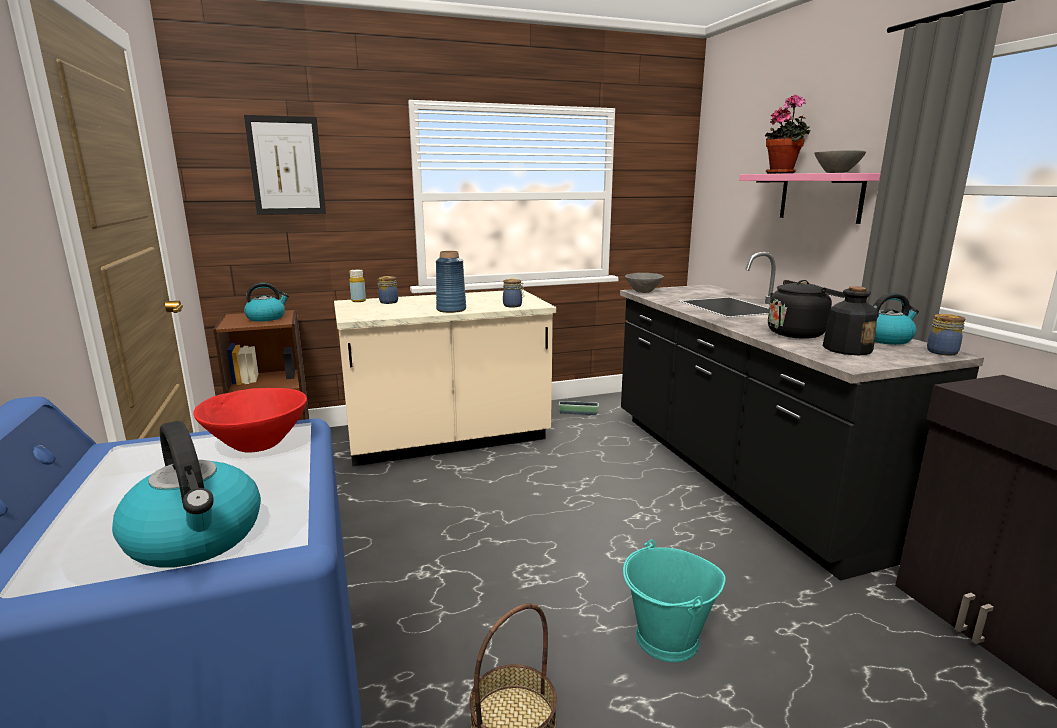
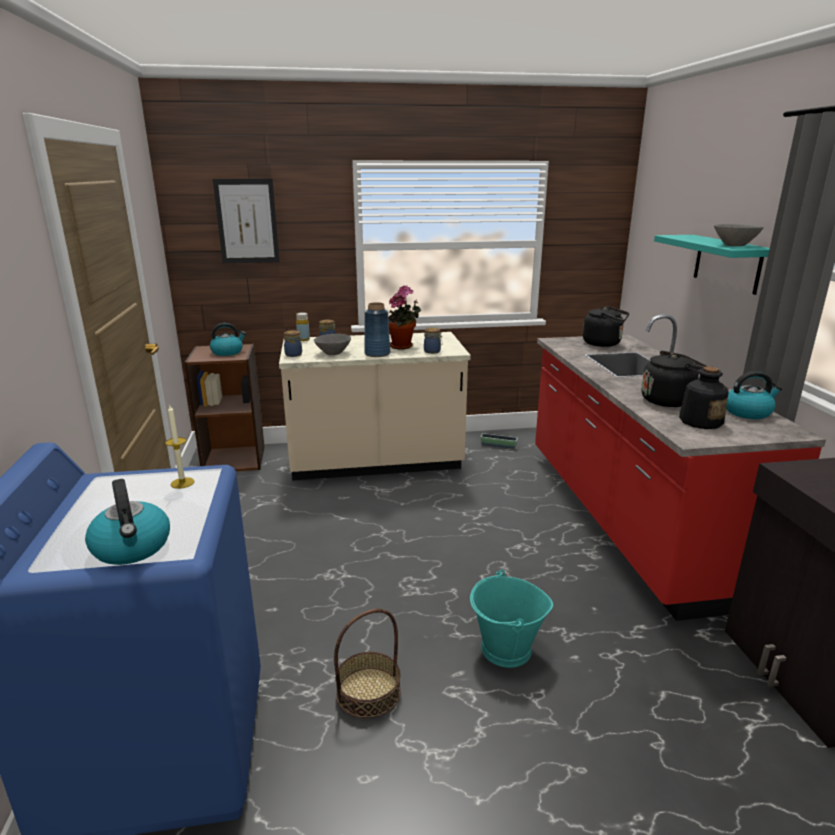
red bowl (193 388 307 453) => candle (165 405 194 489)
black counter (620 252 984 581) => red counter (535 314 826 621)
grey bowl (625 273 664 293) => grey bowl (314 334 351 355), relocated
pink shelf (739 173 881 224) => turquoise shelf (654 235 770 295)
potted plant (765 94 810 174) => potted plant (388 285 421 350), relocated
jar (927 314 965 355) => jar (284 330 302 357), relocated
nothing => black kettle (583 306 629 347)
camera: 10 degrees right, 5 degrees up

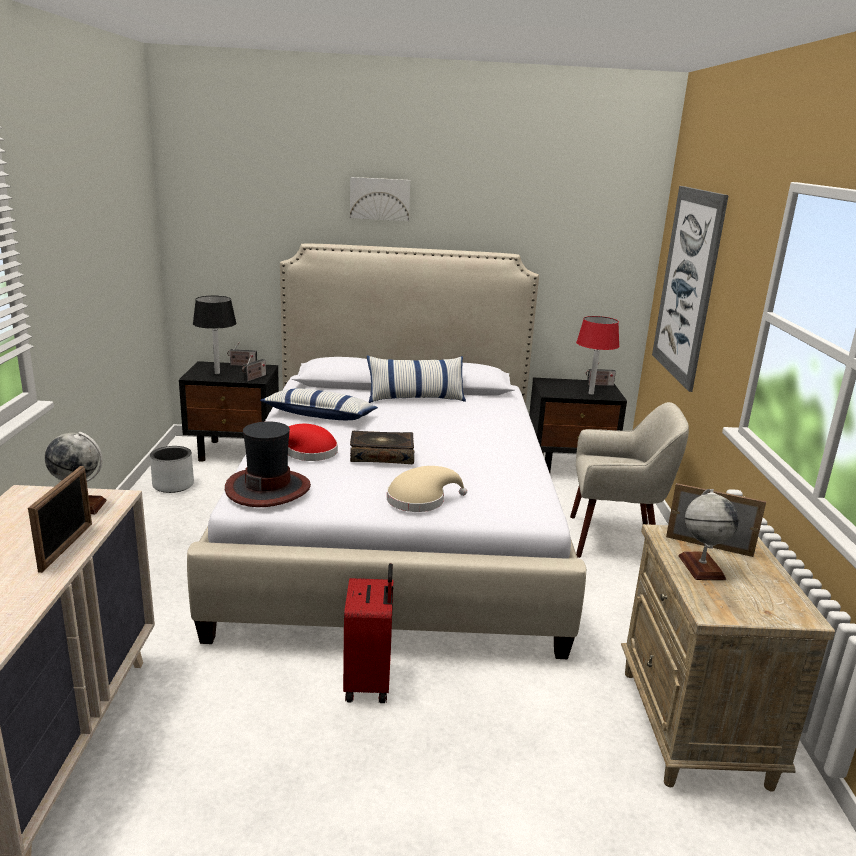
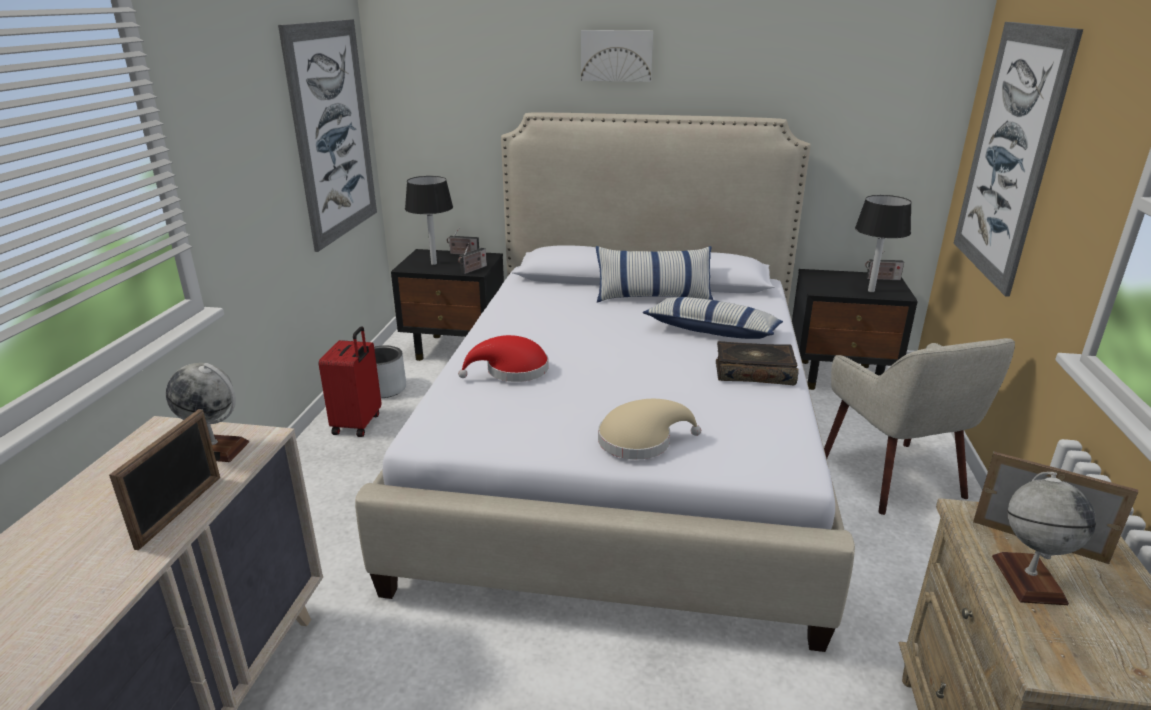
hat (225 421 311 507) => nothing
pillow (260 388 378 420) => pillow (643 297 783 339), relocated
red suitcase (343 563 393 703) => red suitcase (319 326 381 437), relocated
book (350 431 414 464) => book (716 341 798 385), relocated
beige armchair (570 402 689 558) => beige armchair (824 338 1015 515), 60 degrees clockwise
red table lamp (576 316 619 395) => black table lamp (855 195 912 292)
nothing => picture (278 19 377 252)
camera: 10 degrees right, 5 degrees up

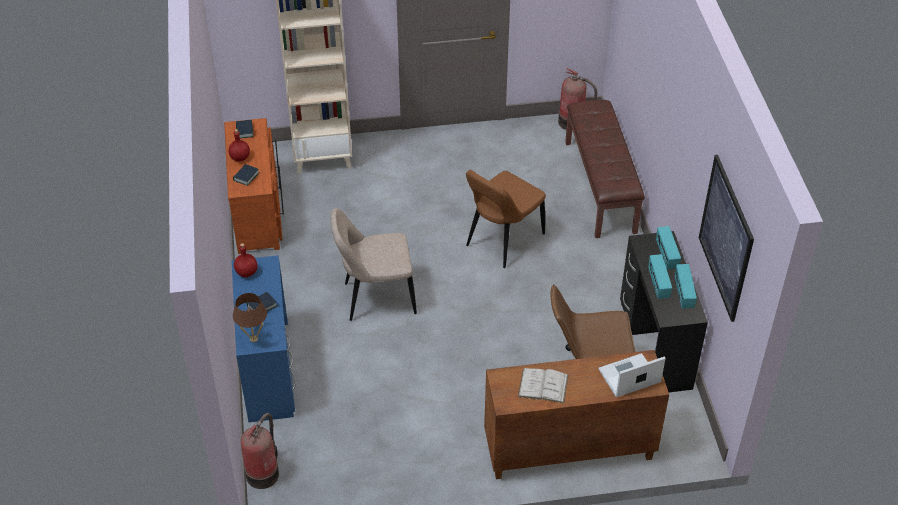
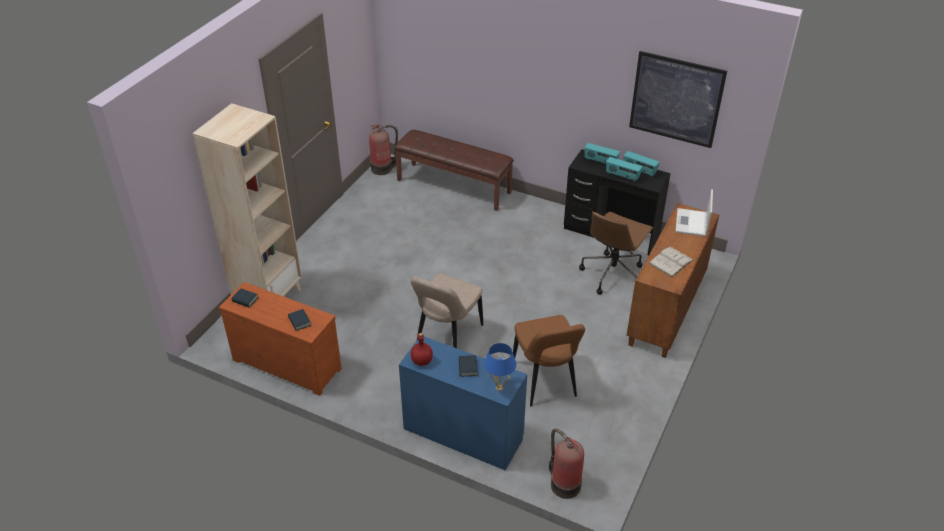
red bottle (229 129 250 161) => nothing
brown table lamp (233 293 267 342) => blue table lamp (484 343 516 391)
brown chair (466 170 546 268) => brown chair (513 315 585 406), relocated
camera: 55 degrees left, 5 degrees down

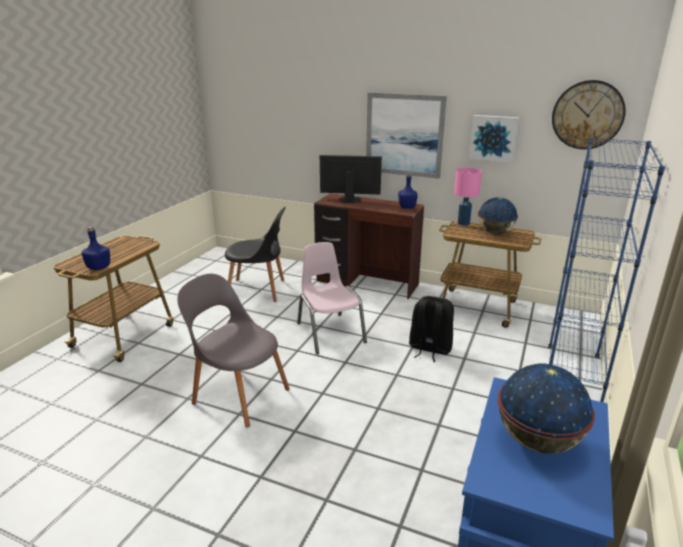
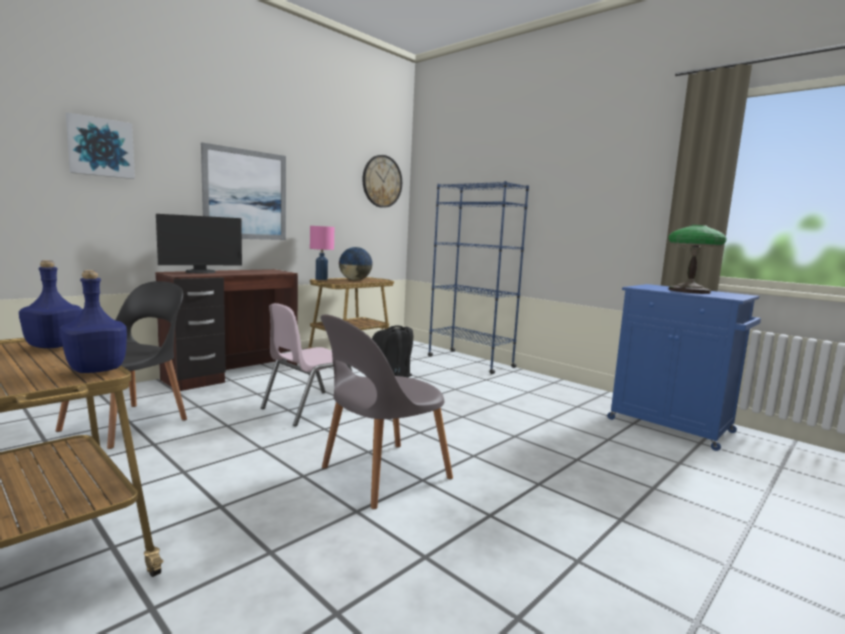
pink chair (297 242 367 354) => pink chair (261 303 352 426), 45 degrees counterclockwise
monitor (320 155 382 203) => monitor (156 214 242 274), 150 degrees counterclockwise
blue bottle (398 173 418 209) => blue bottle (19 260 83 348), relocated
picture (469 115 519 163) => picture (66 112 135 179), relocated
globe (498 364 595 454) => table lamp (668 225 727 294)
camera: 70 degrees left, 15 degrees down

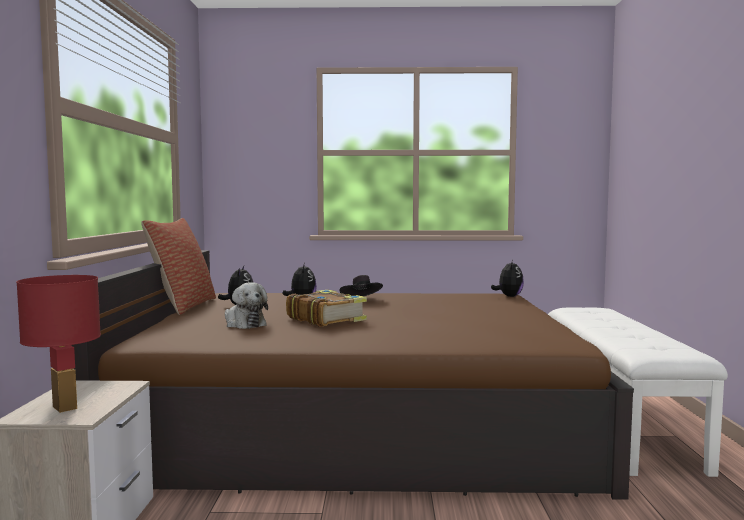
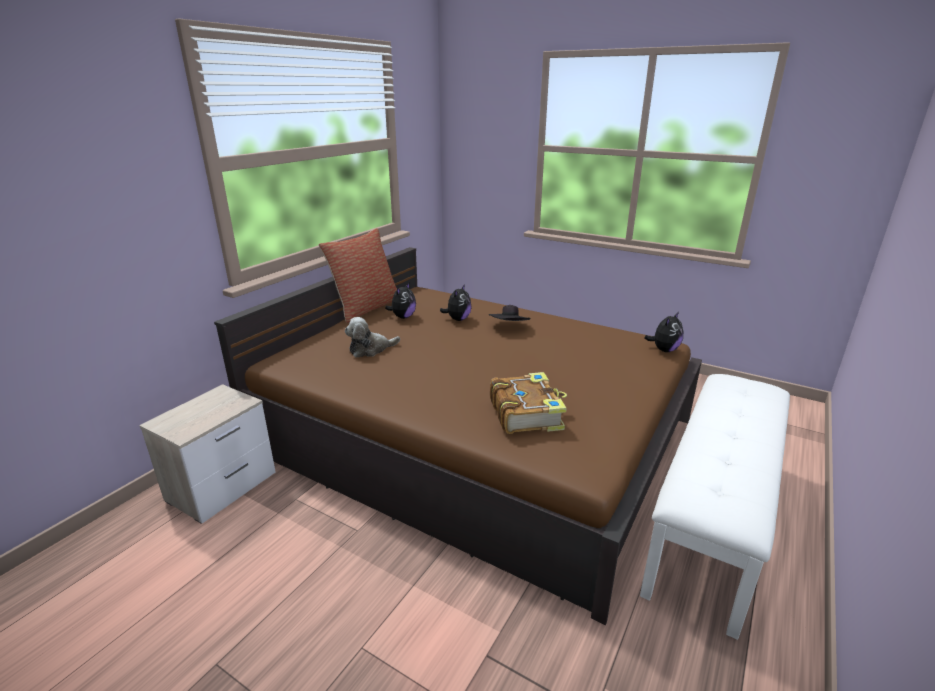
red table lamp (16 275 101 413) => nothing
plush toy (225 282 268 329) => plush toy (345 317 400 358), 75 degrees clockwise
book (286 290 367 327) => book (490 372 567 434), relocated
camera: 30 degrees right, 20 degrees up

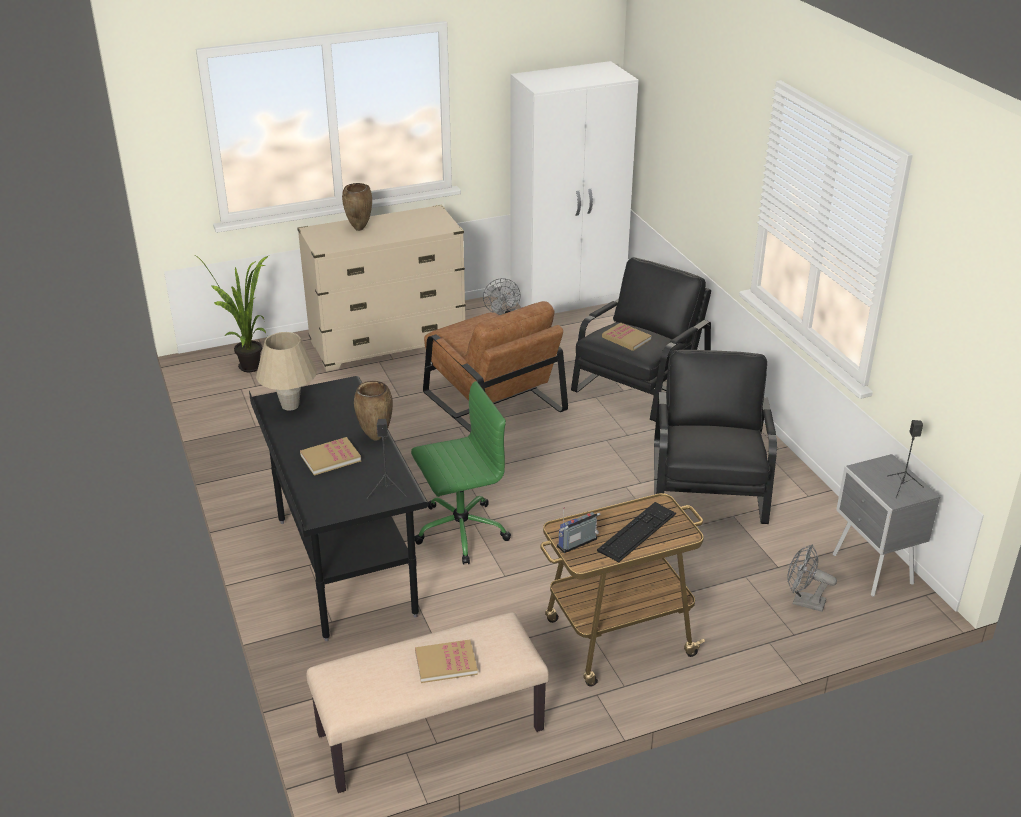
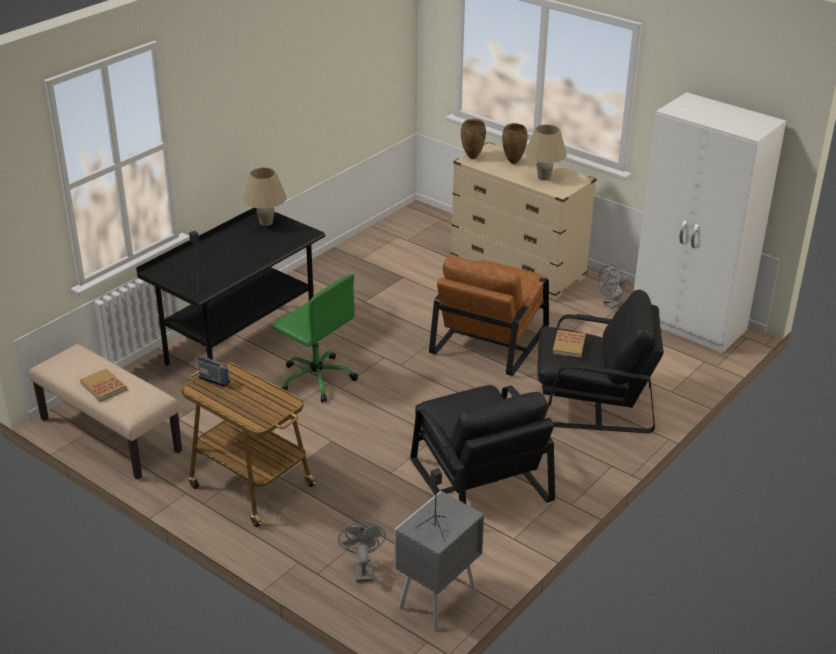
potted plant (194 255 268 372) => nothing
book (300 437 361 475) => nothing
brown vase (354 381 393 441) => brown vase (461 119 486 159), relocated
keyboard (597 502 676 562) => nothing
black armchair (654 350 777 524) => black armchair (410 385 555 504), 90 degrees clockwise
nothing => beige table lamp (525 124 567 181)
camera: 60 degrees right, 0 degrees up

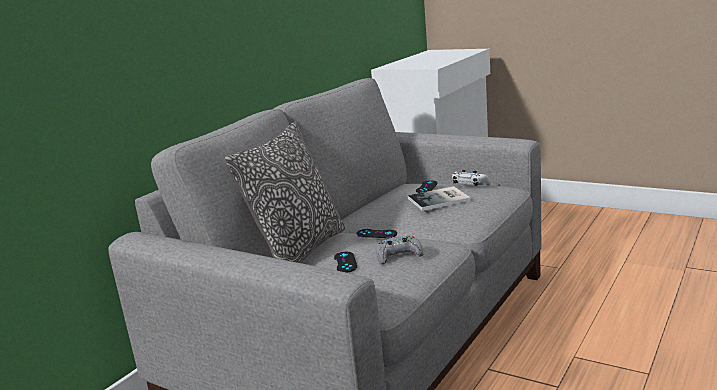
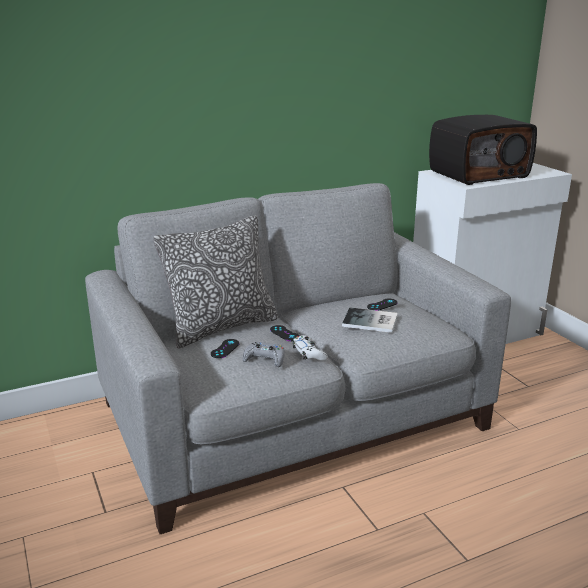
white game controller (452 170 490 186) => white game controller (293 335 328 361), relocated
nothing => radio (429 115 537 185)
camera: 30 degrees right, 5 degrees up

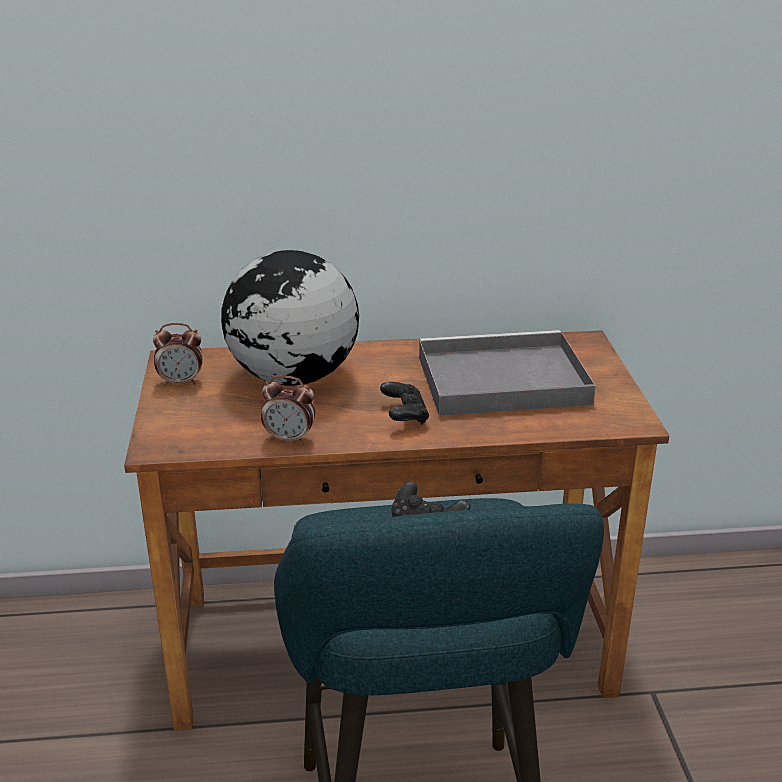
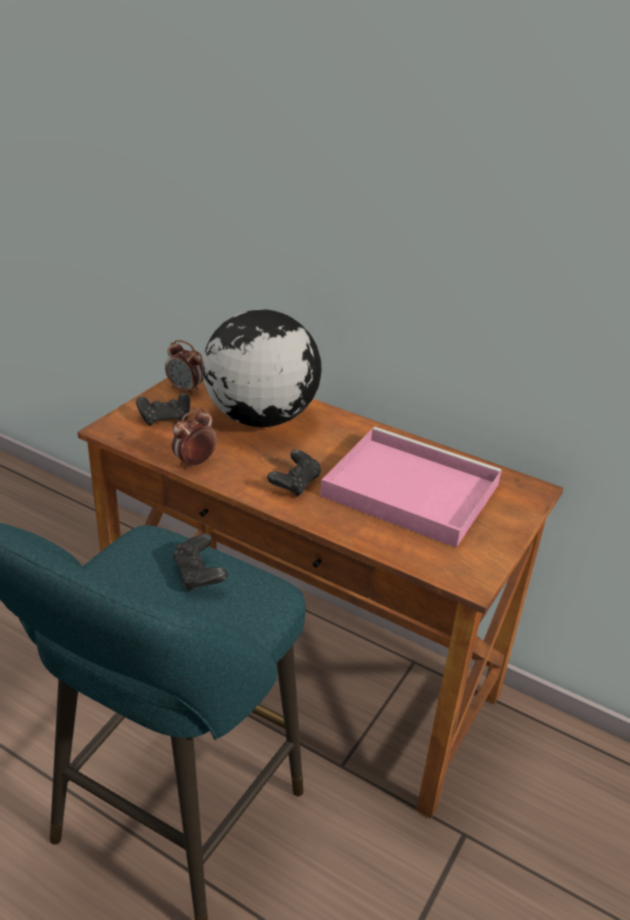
alarm clock (261 375 315 444) => alarm clock (172 408 217 469), 90 degrees clockwise
grey tray (419 330 596 416) => pink tray (320 427 502 548)
nothing => black game controller (136 393 190 426)
camera: 35 degrees right, 5 degrees up

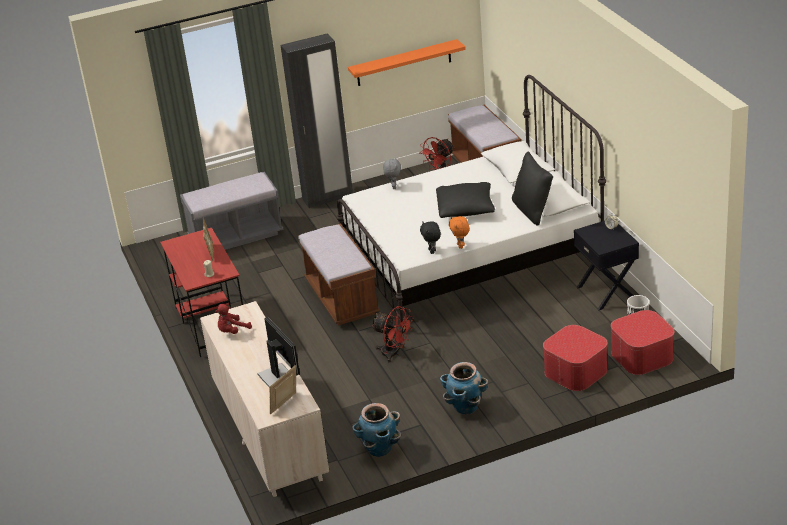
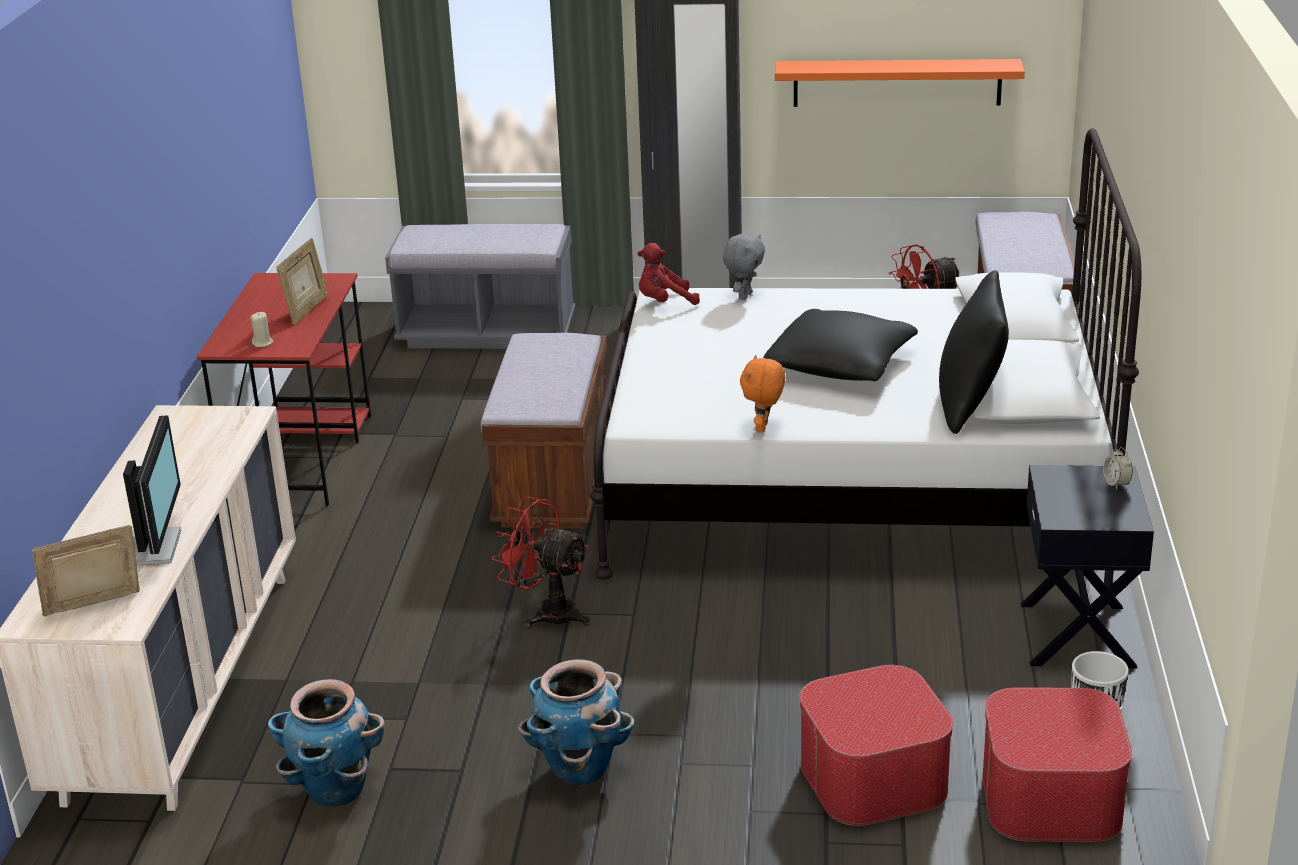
red plush toy (215 304 252 334) => red plush toy (637 243 700 305), relocated
red fan (371 306 414 363) => red fan (492 496 590 628), 150 degrees clockwise
black plush toy (420 222 441 254) => nothing
camera: 25 degrees right, 5 degrees down

